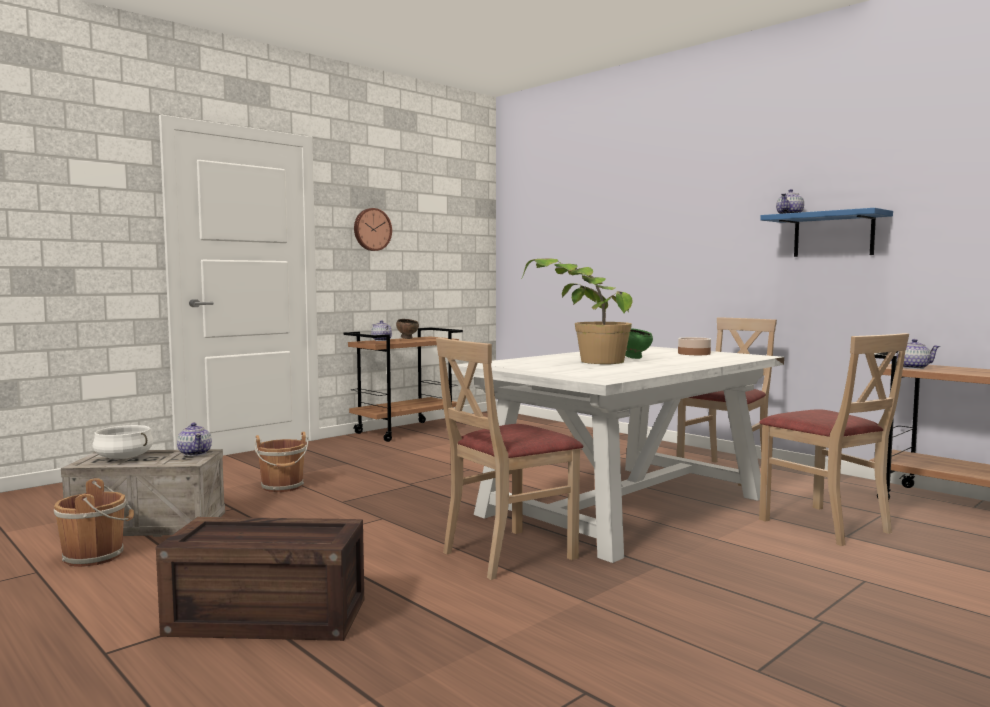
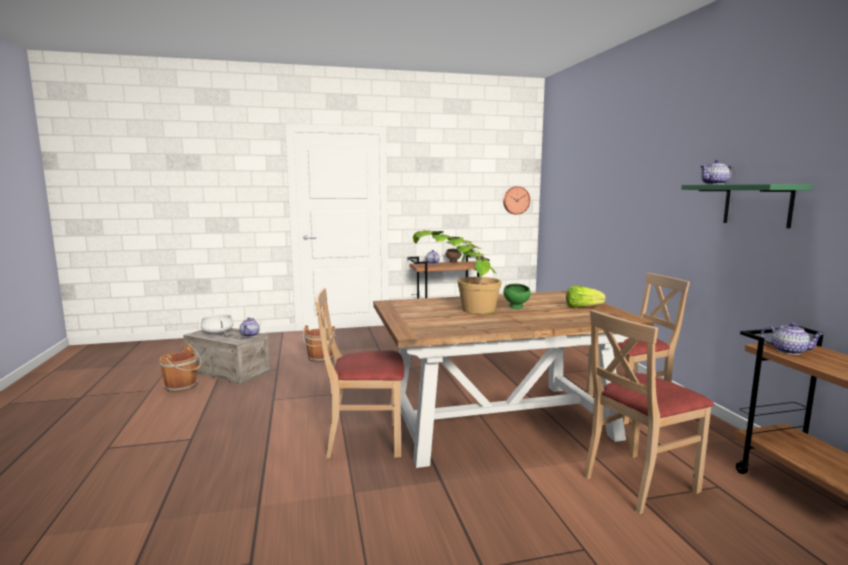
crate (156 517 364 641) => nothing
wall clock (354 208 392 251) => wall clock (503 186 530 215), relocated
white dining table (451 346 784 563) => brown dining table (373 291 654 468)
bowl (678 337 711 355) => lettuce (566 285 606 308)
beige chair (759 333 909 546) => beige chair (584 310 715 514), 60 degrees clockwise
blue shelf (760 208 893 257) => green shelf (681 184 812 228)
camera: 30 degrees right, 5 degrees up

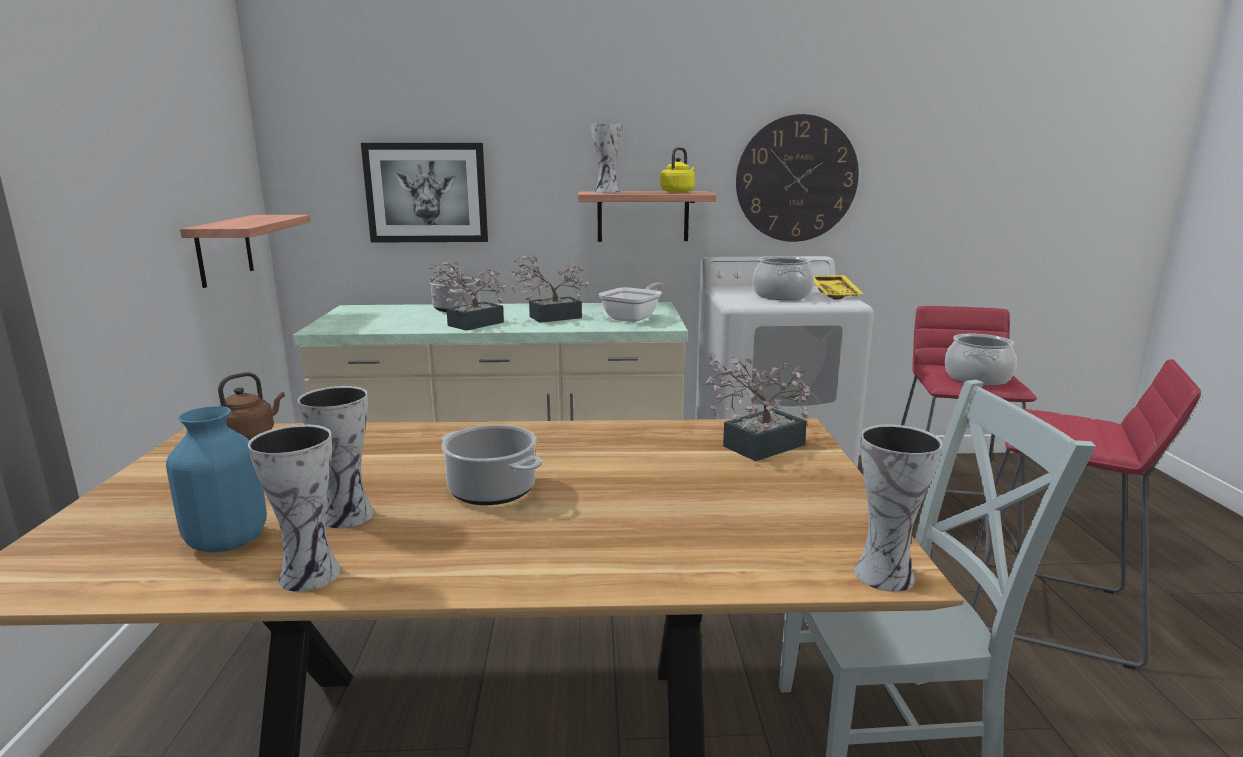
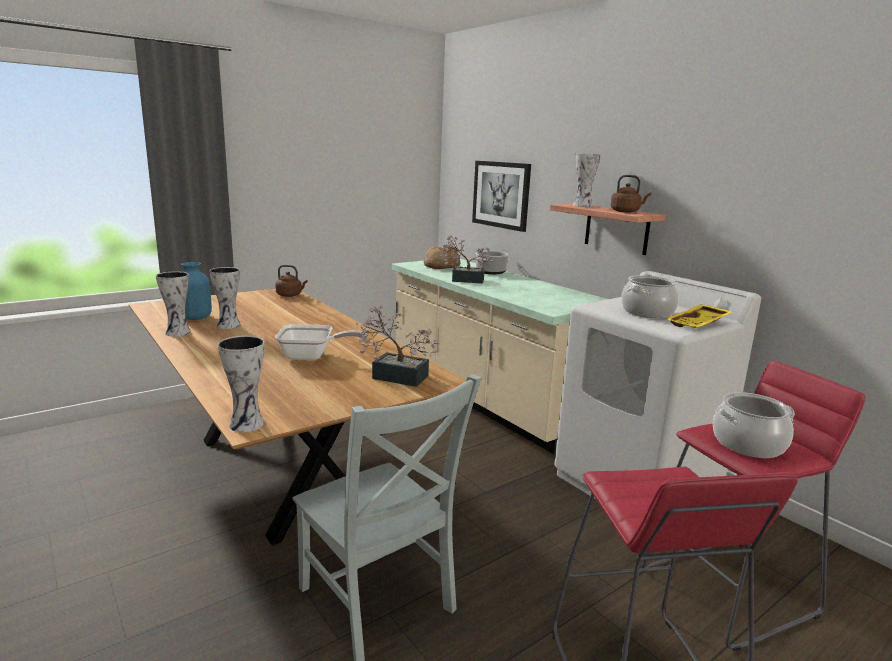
shelf (180 215 311 288) => nothing
cooking pot (441 424 542 505) => nothing
potted plant (511 254 589 323) => nothing
frying pan (599 283 664 322) => frying pan (275 324 368 360), relocated
yellow kettle (660 147 695 193) => brown kettle (611 175 651 213)
wall clock (736 114 859 242) => nothing
nothing => bread (424 246 460 269)
camera: 55 degrees right, 0 degrees up

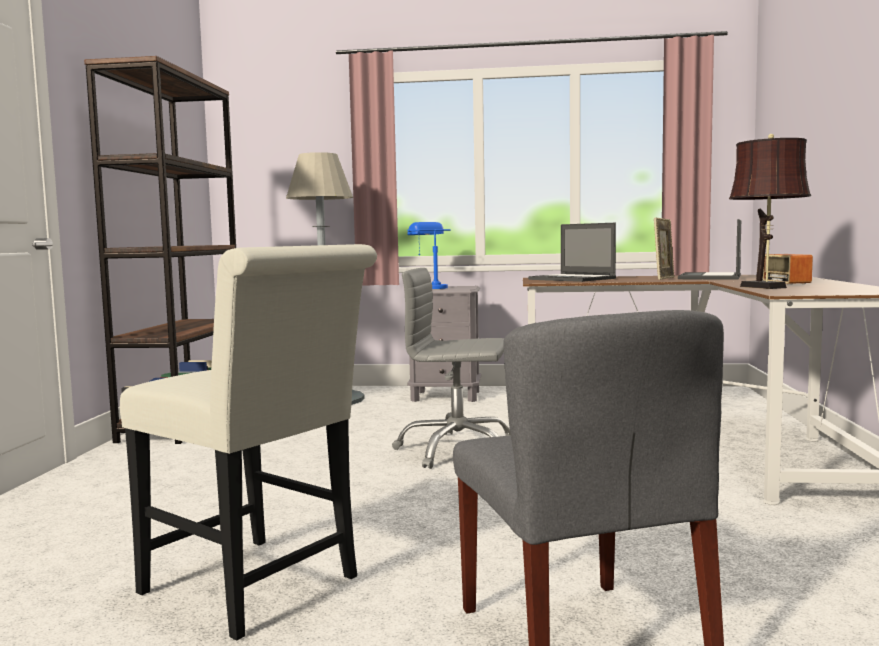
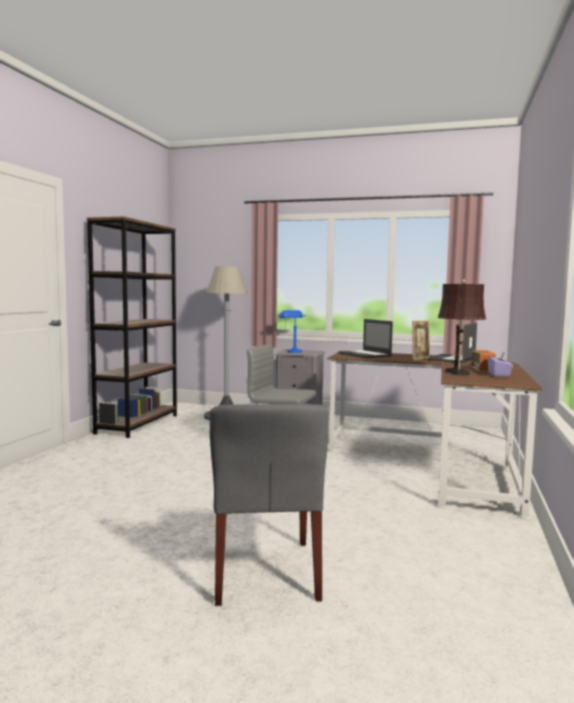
white chair (120 244 377 640) => nothing
nothing => purple tissue box (488 352 513 377)
camera: 10 degrees right, 0 degrees up

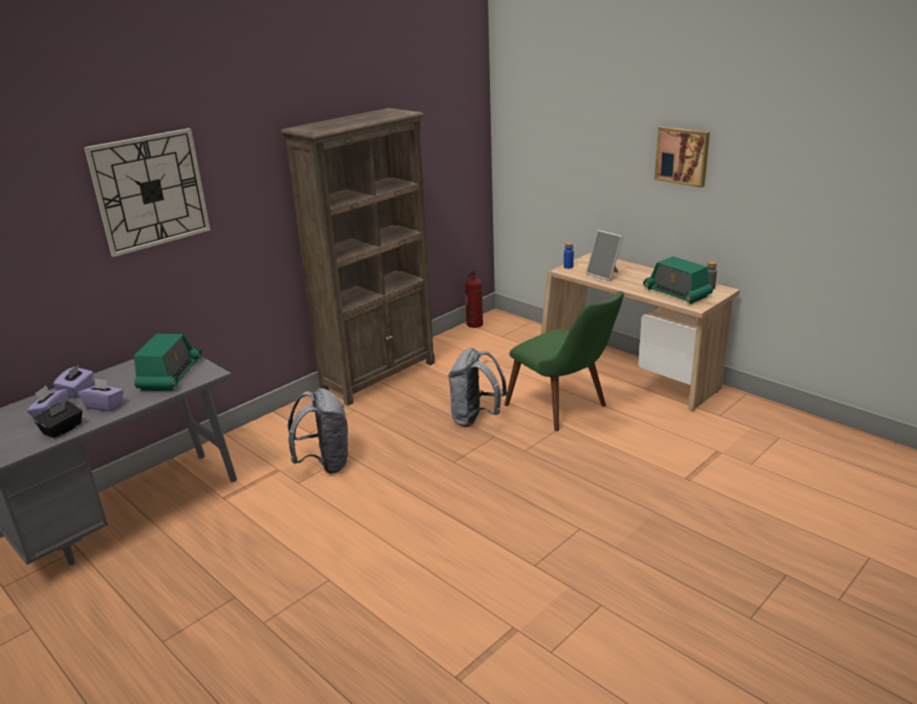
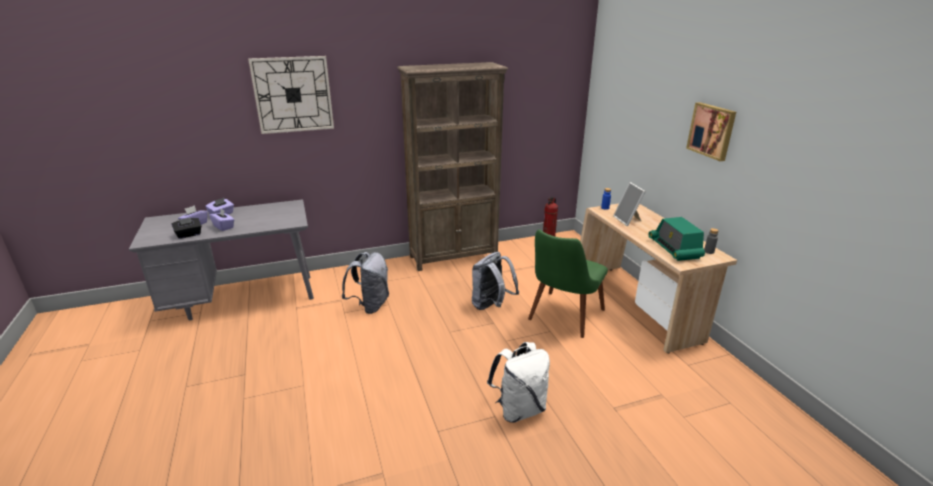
radio (134 334 202 391) => nothing
green chair (504 291 624 431) => green chair (528 230 608 338), 45 degrees clockwise
nothing => white backpack (487 342 550 423)
camera: 25 degrees right, 0 degrees up

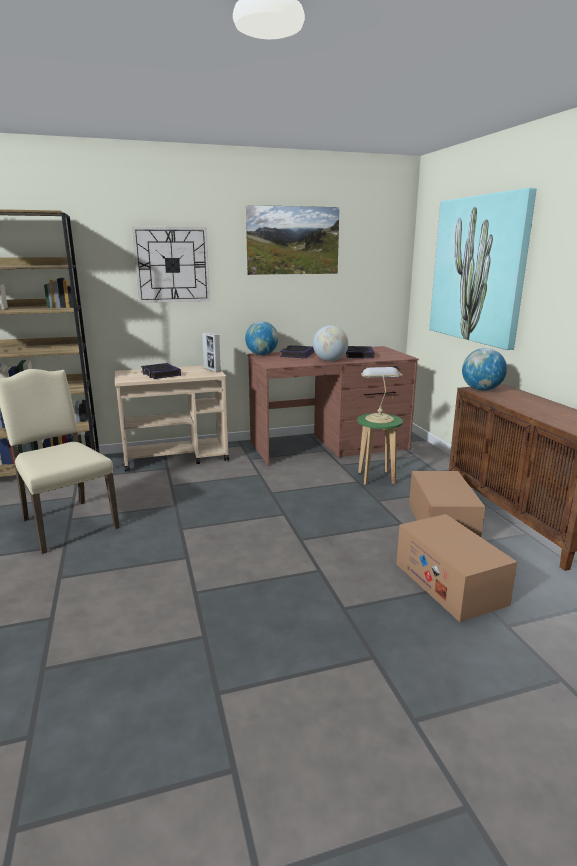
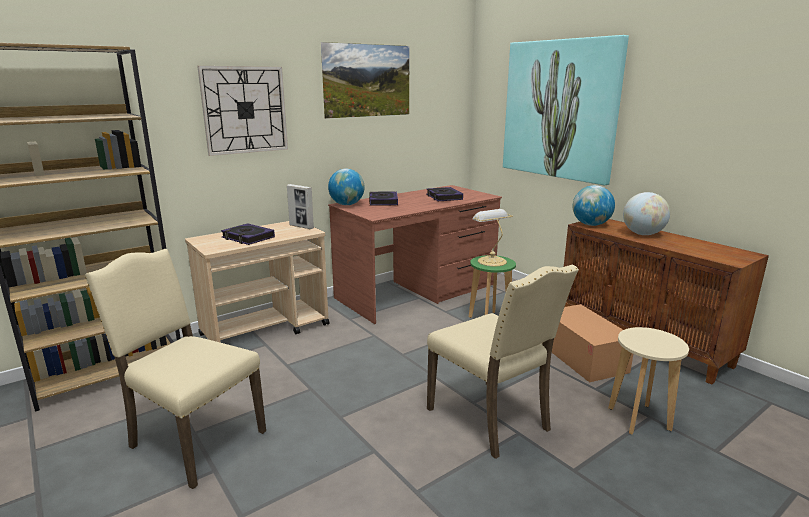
globe (313 325 348 361) => globe (623 192 670 235), relocated
cardboard box (397 514 517 622) => beige stool (608 327 689 435)
nothing => beige chair (427 265 579 459)
camera: 20 degrees left, 0 degrees up

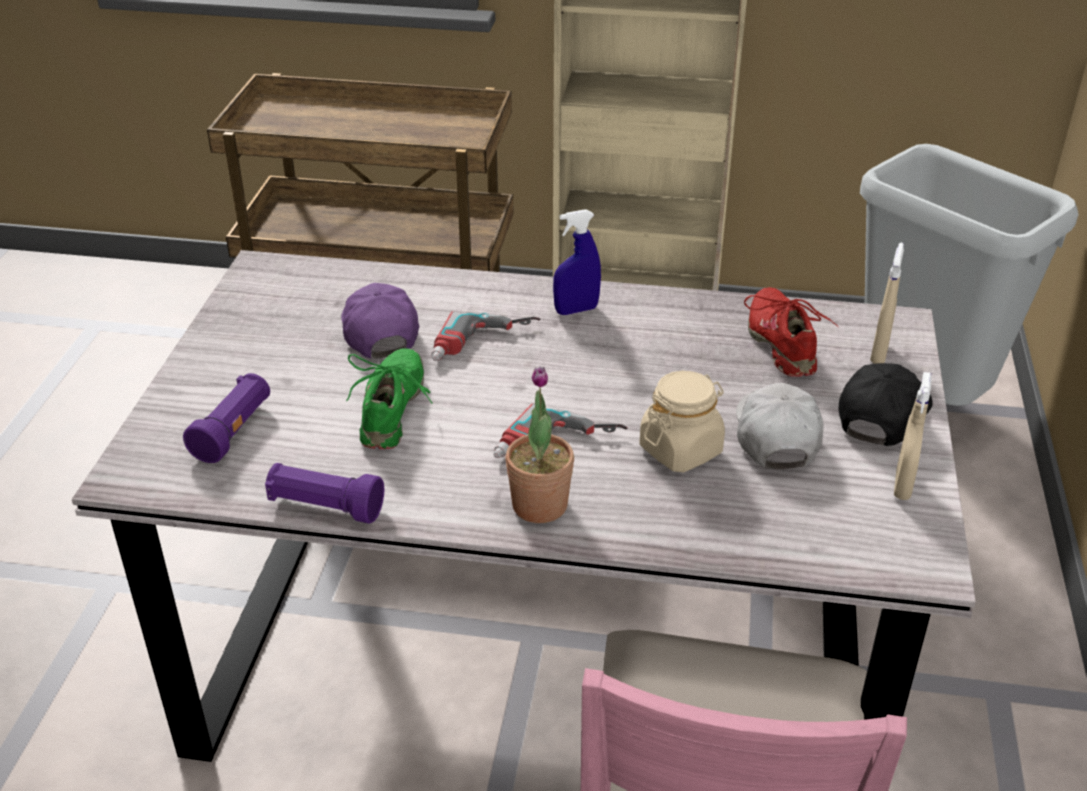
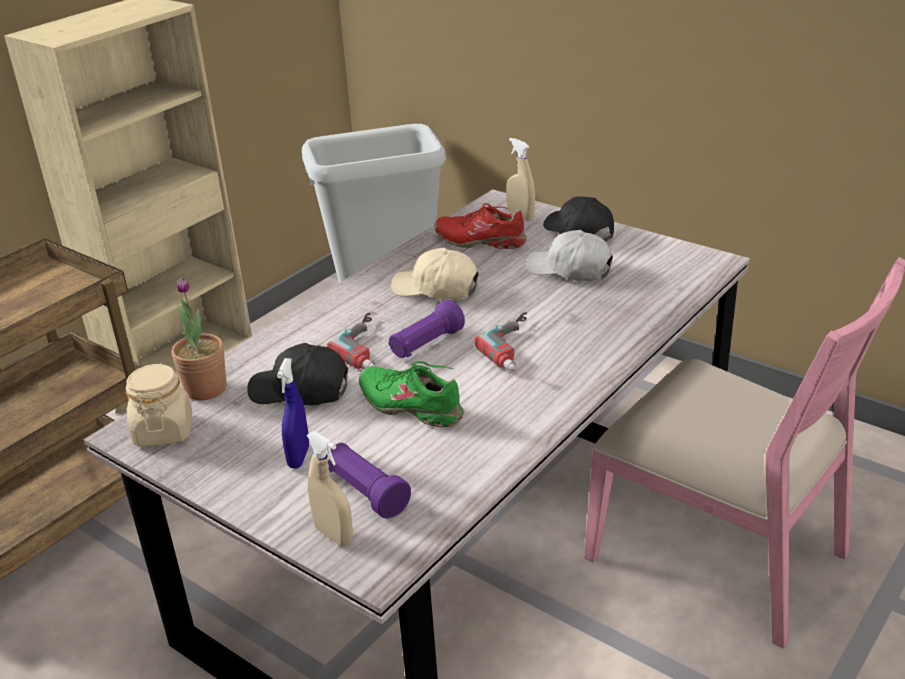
purple flashlight (265 463 384 524) => purple flashlight (389 300 465 358), relocated
purple cap (341 283 419 359) => black cap (247 343 348 405)
potted plant (505 367 574 523) => potted plant (172 277 227 401), relocated
blue spray bottle (553 209 601 315) => blue spray bottle (277 358 309 469), relocated
beige jar (640 371 725 473) => beige jar (126 363 192 447), relocated
beige spray bottle (894 372 932 500) => beige spray bottle (307 431 353 546), relocated
nothing => beige cap (391 248 479 300)
camera: 60 degrees left, 5 degrees down

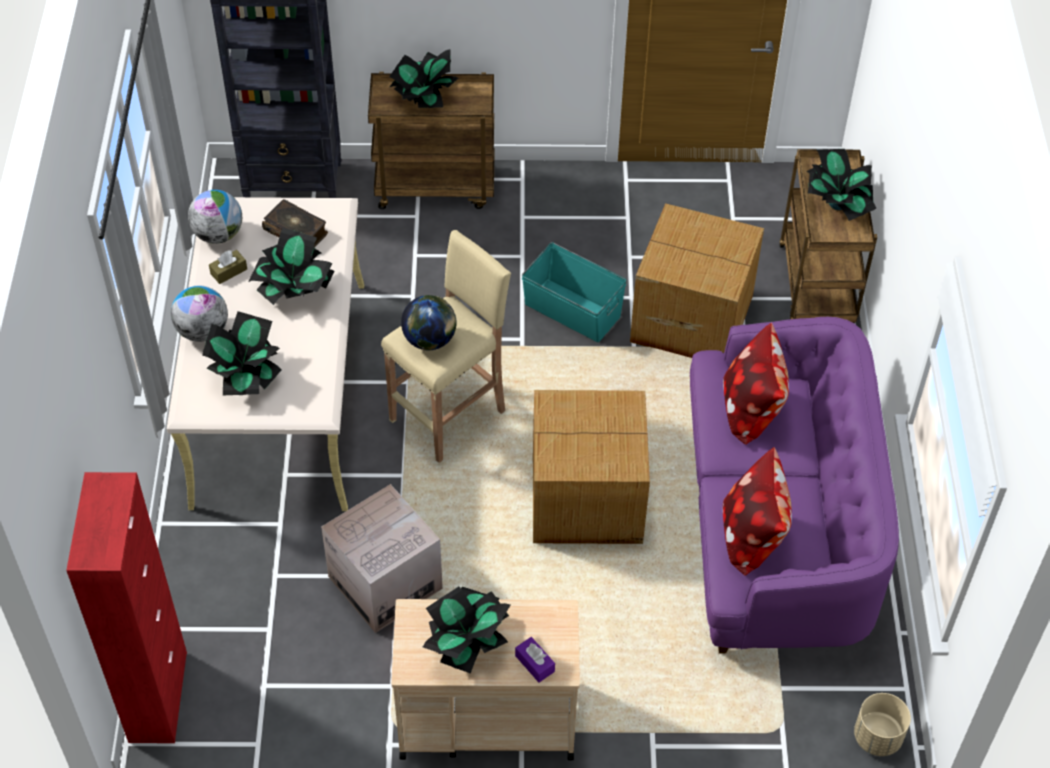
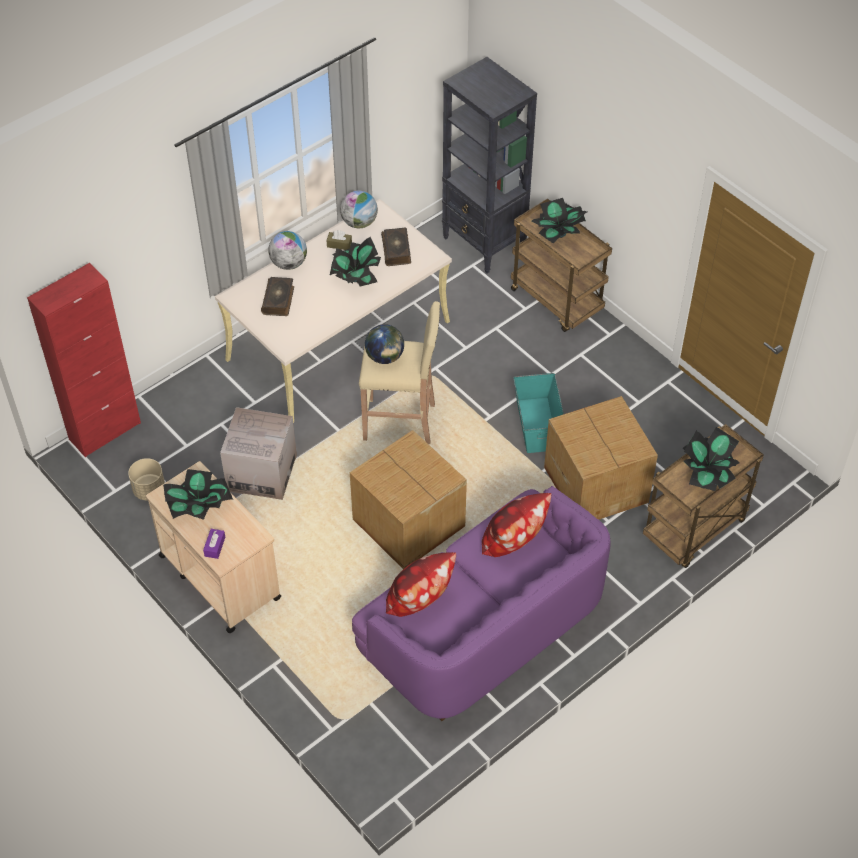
potted plant (202 311 282 395) => book (261 277 294 316)
beige planter (854 693 911 756) => beige planter (128 458 165 500), relocated
camera: 50 degrees right, 0 degrees up

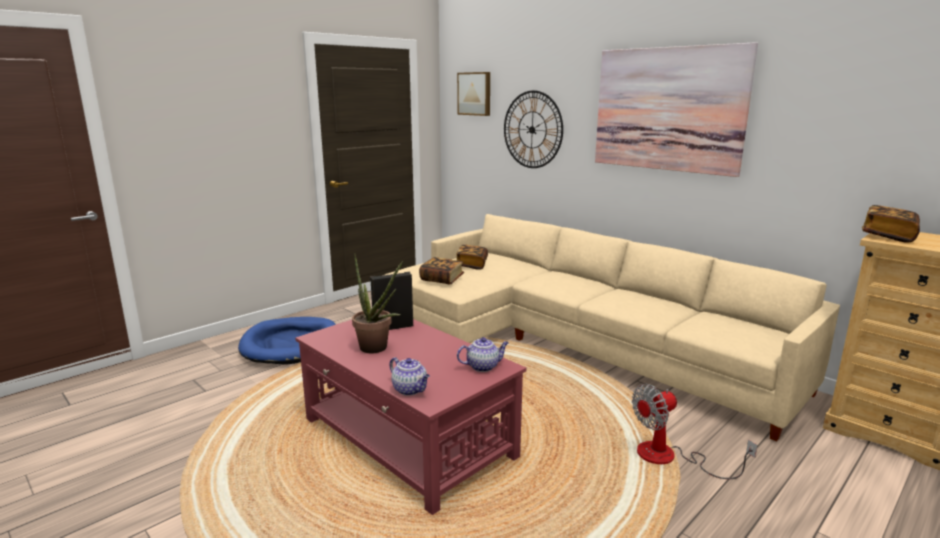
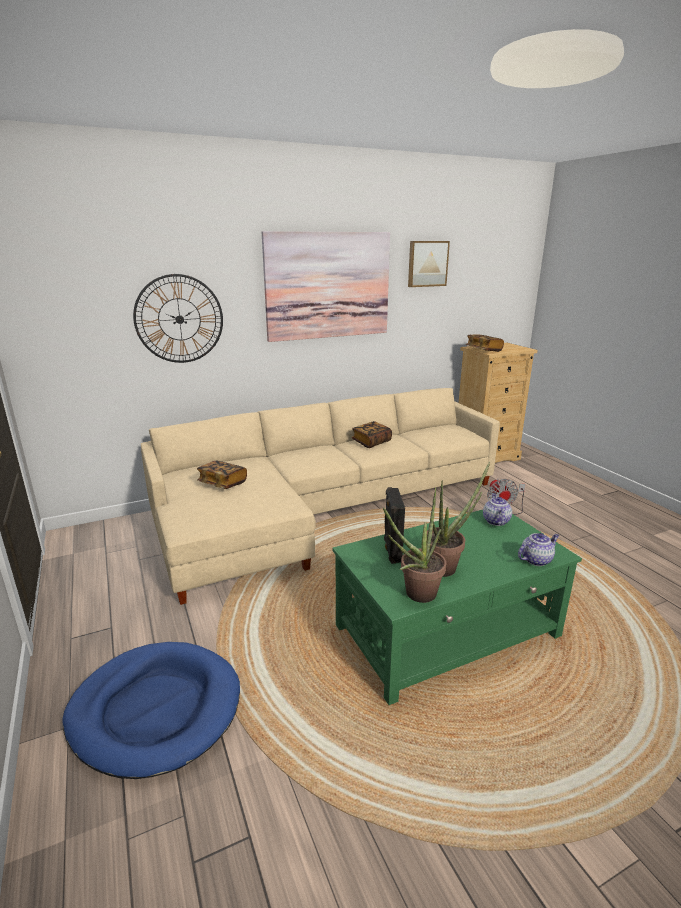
red coffee table (295 319 527 515) => green coffee table (332 510 582 705)
book (419 257 464 285) => book (352 421 392 448), relocated
picture (457 72 490 116) => picture (408 241 450 287), relocated
nothing => potted plant (383 487 446 603)
camera: 70 degrees left, 5 degrees up

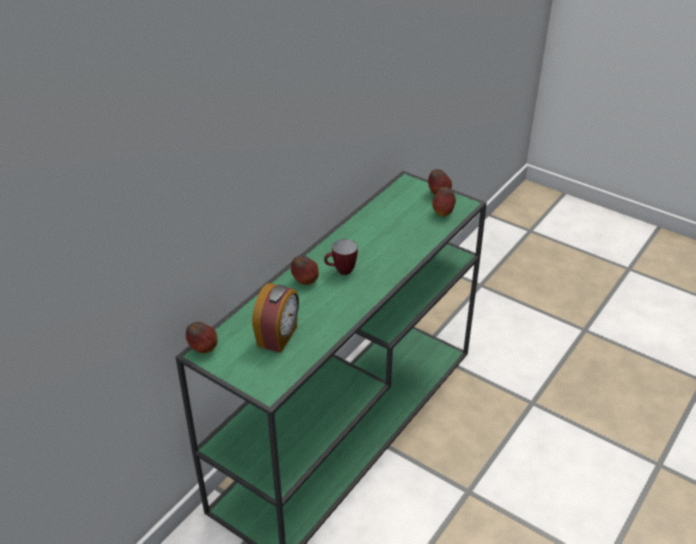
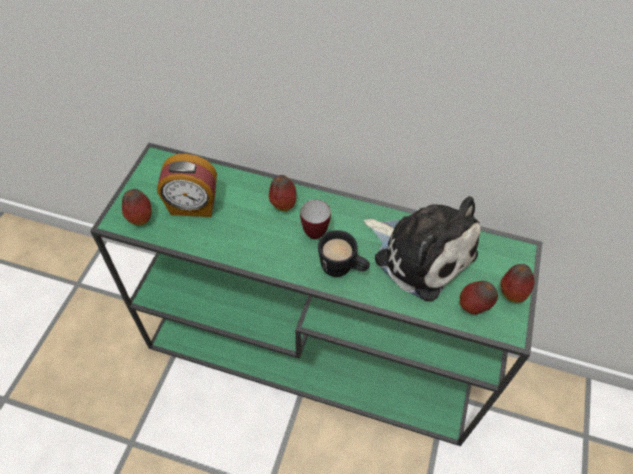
apple (186 322 217 353) => apple (122 189 152 225), relocated
nothing => black mug (318 230 370 277)
nothing => plush toy (364 196 481 302)
camera: 70 degrees right, 15 degrees up

